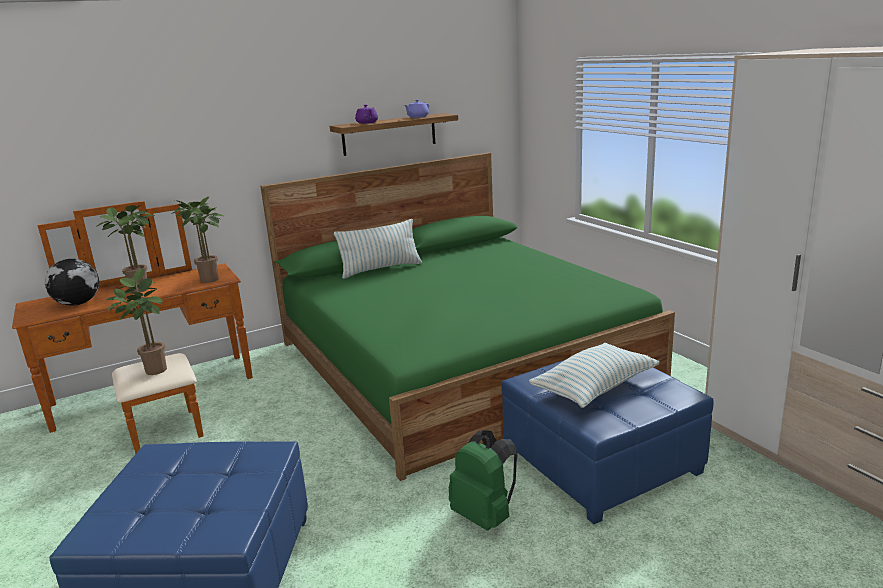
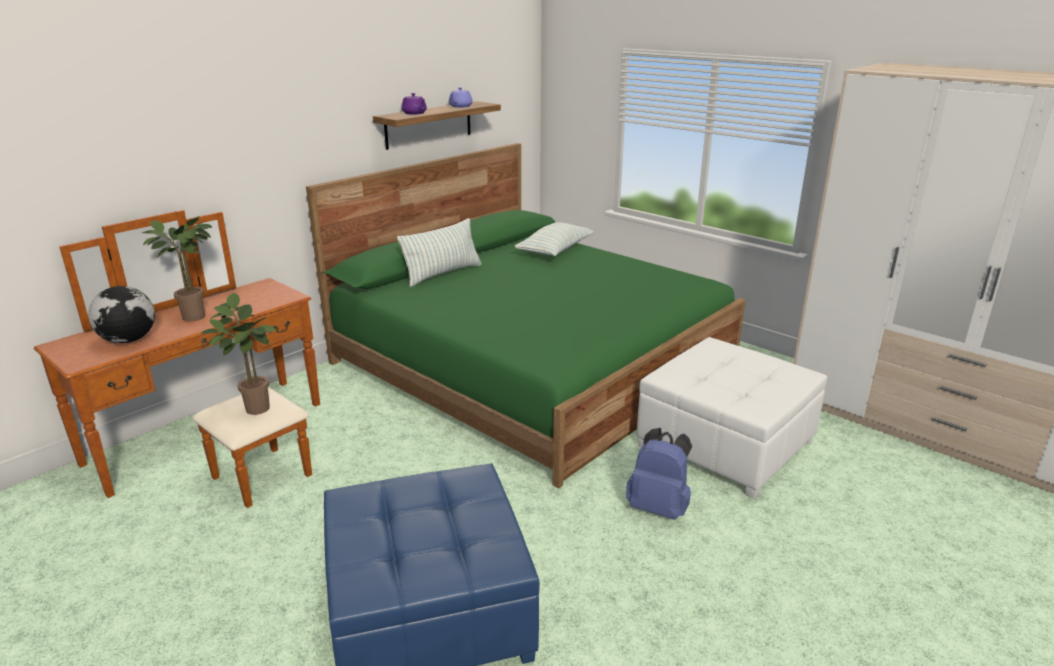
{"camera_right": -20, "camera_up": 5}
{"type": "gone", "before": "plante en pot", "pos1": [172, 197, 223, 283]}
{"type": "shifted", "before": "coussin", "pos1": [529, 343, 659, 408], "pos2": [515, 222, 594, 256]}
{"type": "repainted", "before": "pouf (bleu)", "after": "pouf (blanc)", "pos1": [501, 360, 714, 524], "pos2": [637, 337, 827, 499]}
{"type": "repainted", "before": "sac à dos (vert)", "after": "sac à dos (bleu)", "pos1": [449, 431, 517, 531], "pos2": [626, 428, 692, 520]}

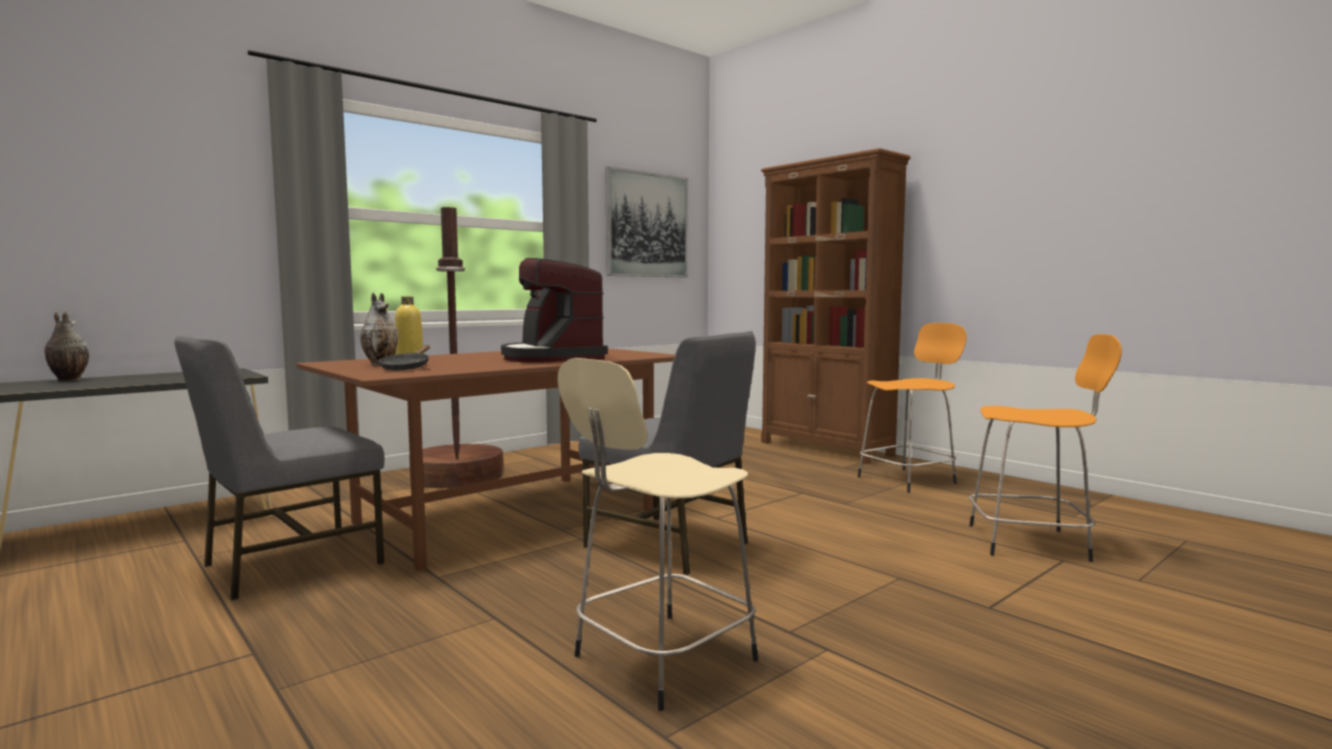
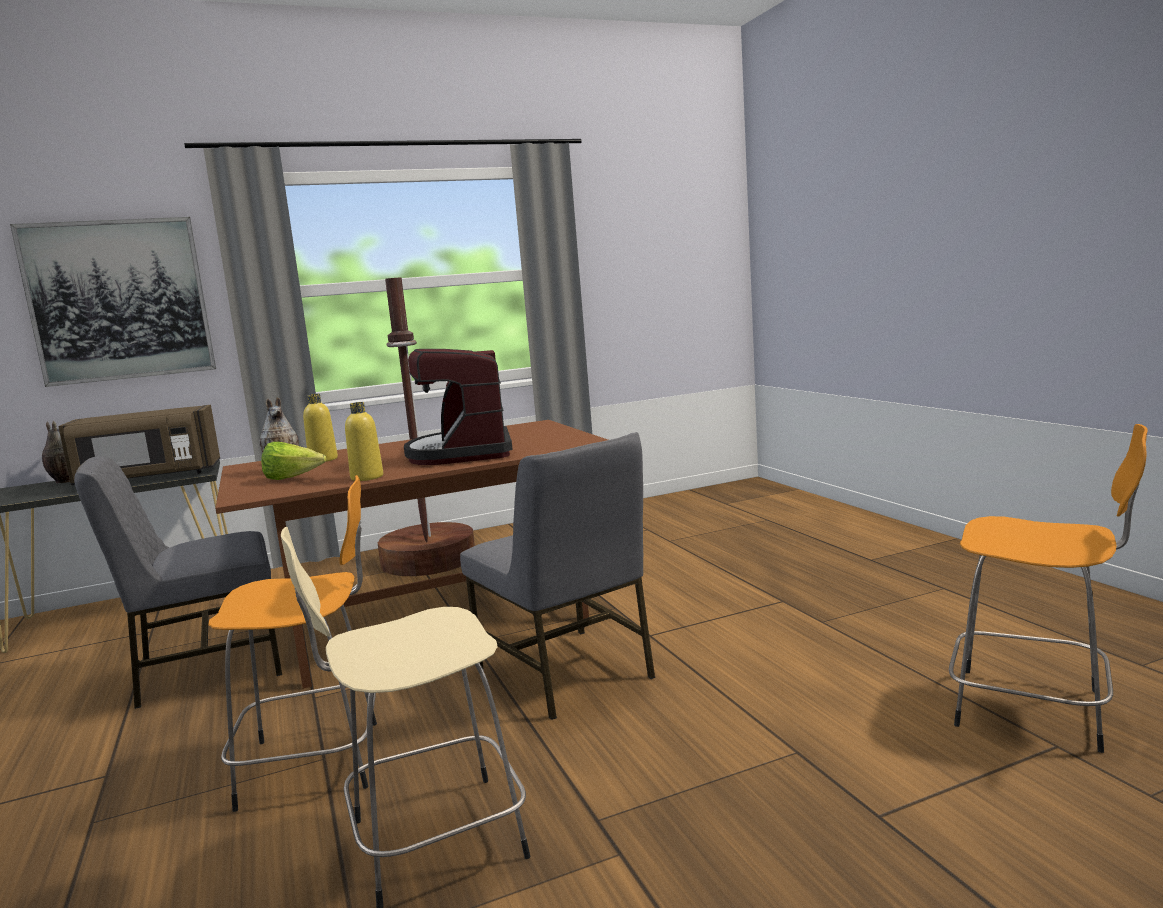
{"camera_right": 20, "camera_up": 5}
{"type": "gone", "before": "bibliothèque (marron)", "pos1": [761, 148, 911, 464]}
{"type": "shifted", "before": "tableau", "pos1": [605, 167, 688, 278], "pos2": [10, 217, 216, 387]}
{"type": "shifted", "before": "tabouret (orange)", "pos1": [858, 323, 967, 493], "pos2": [208, 475, 377, 812]}
{"type": "swapped", "before": "poêle (noir)", "after": "laitue", "pos1": [378, 345, 430, 371], "pos2": [261, 442, 326, 480]}
{"type": "new", "after": "bouteille (jaune)", "pos2": [345, 402, 383, 481]}
{"type": "new", "after": "micro-ondes (marron)", "pos2": [58, 405, 220, 485]}

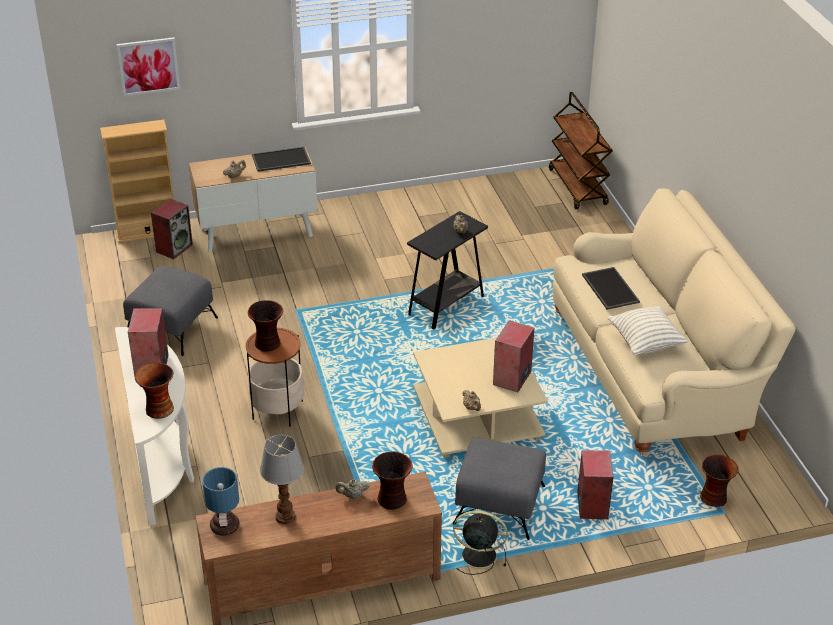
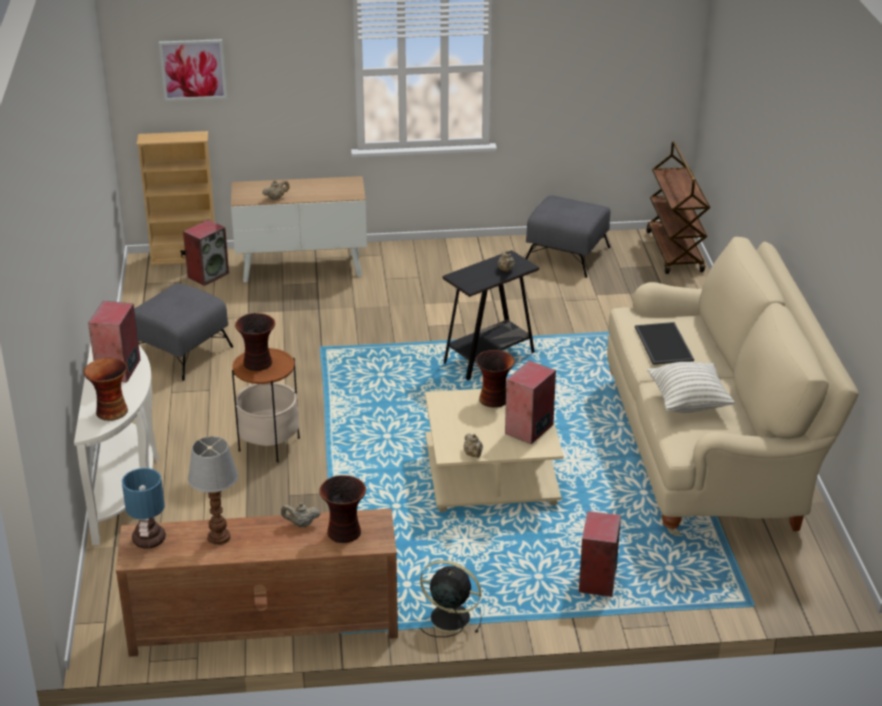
{"camera_right": 10, "camera_up": -5}
{"type": "gone", "before": "plateau", "pos1": [252, 147, 311, 172]}
{"type": "shifted", "before": "pouf (gris)", "pos1": [453, 437, 546, 540], "pos2": [525, 195, 610, 278]}
{"type": "shifted", "before": "vase", "pos1": [700, 454, 738, 507], "pos2": [476, 350, 515, 407]}

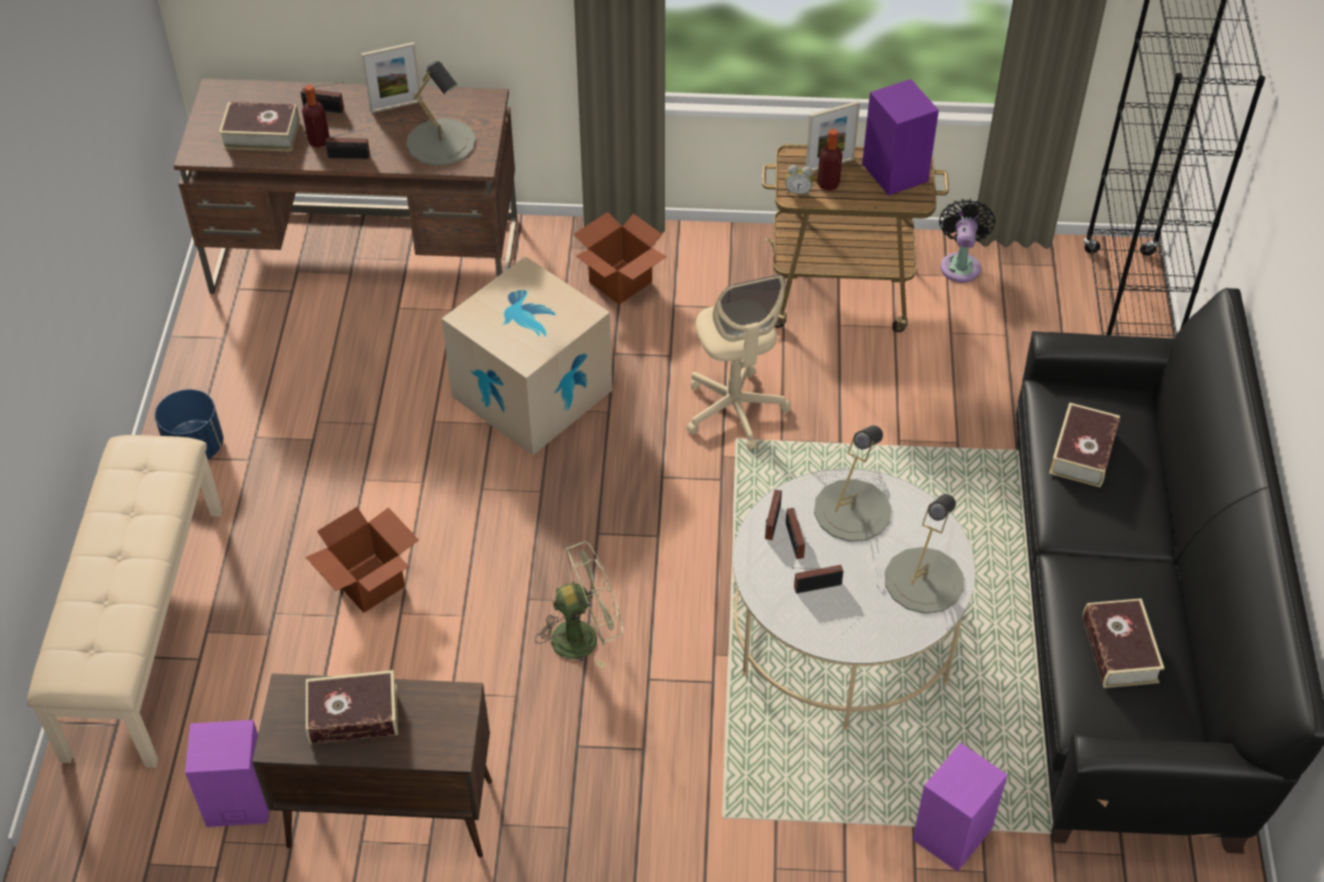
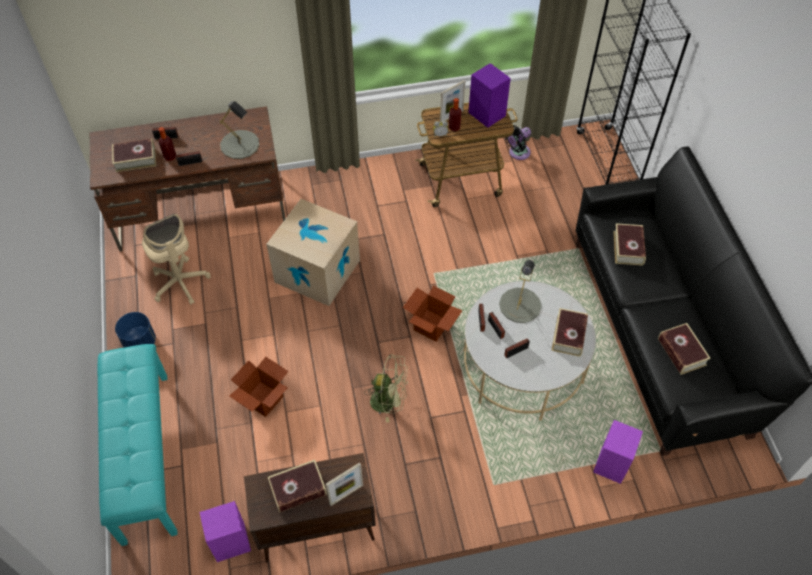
{"camera_right": -15, "camera_up": 5}
{"type": "shifted", "before": "cadre photo", "pos1": [361, 42, 421, 113], "pos2": [326, 462, 363, 506]}
{"type": "rotated", "before": "ventilateur (noir)", "pos1": [939, 199, 995, 283], "pos2": [505, 125, 531, 160], "turn": -120}
{"type": "shifted", "before": "carton", "pos1": [574, 212, 667, 305], "pos2": [403, 286, 463, 342]}
{"type": "shifted", "before": "chaise de bureau (beige)", "pos1": [687, 275, 791, 451], "pos2": [142, 214, 211, 305]}
{"type": "repainted", "before": "banc (beige)", "after": "banc (turquoise)", "pos1": [27, 435, 222, 768], "pos2": [97, 344, 178, 546]}
{"type": "swapped", "before": "lampe de table (gris)", "after": "livre", "pos1": [885, 494, 964, 614], "pos2": [551, 308, 588, 357]}
{"type": "rotated", "before": "ventilateur (vert)", "pos1": [535, 542, 623, 669], "pos2": [364, 354, 408, 423], "turn": 45}

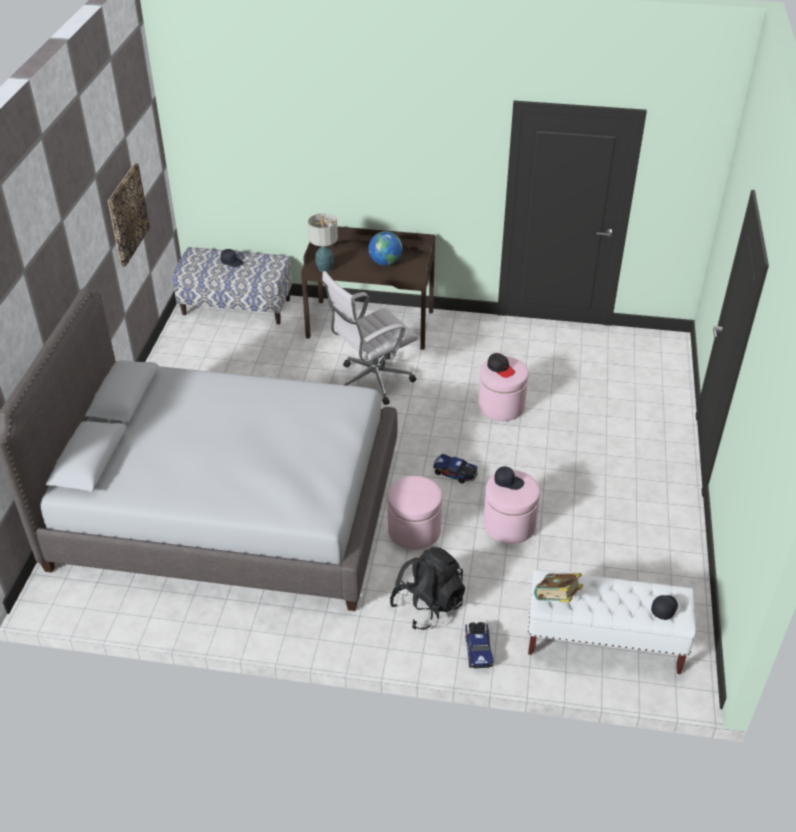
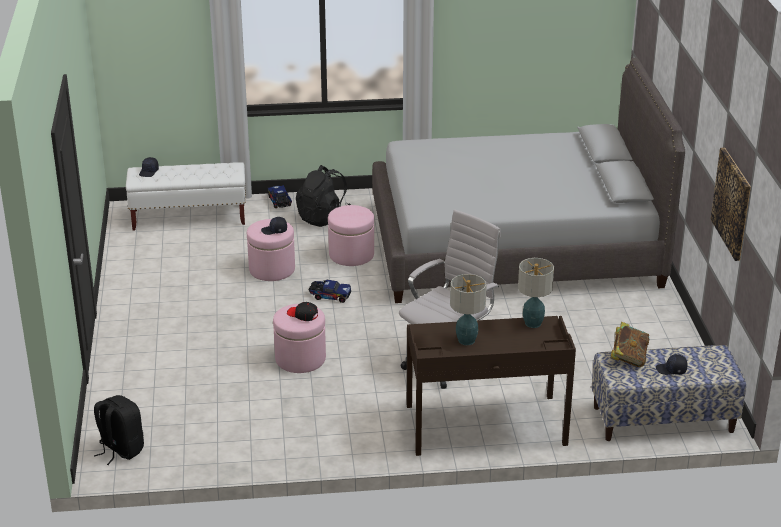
{"camera_right": 165, "camera_up": -10}
{"type": "swapped", "before": "globe", "after": "lampe de table", "pos1": [368, 231, 403, 266], "pos2": [450, 274, 487, 345]}
{"type": "shifted", "before": "livre", "pos1": [534, 573, 583, 603], "pos2": [610, 322, 649, 367]}
{"type": "new", "after": "sac à dos (noir)", "pos2": [94, 395, 144, 465]}

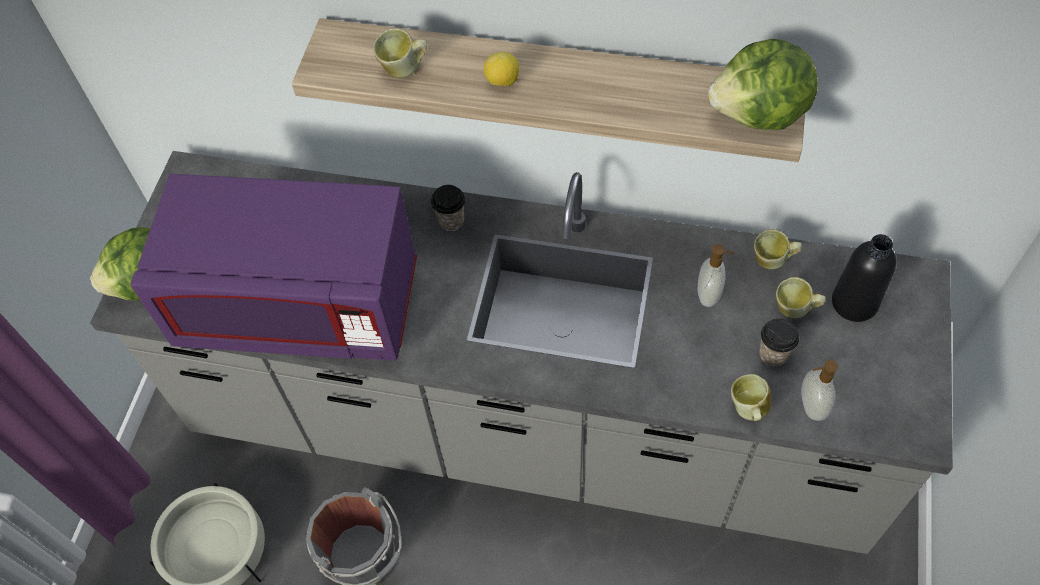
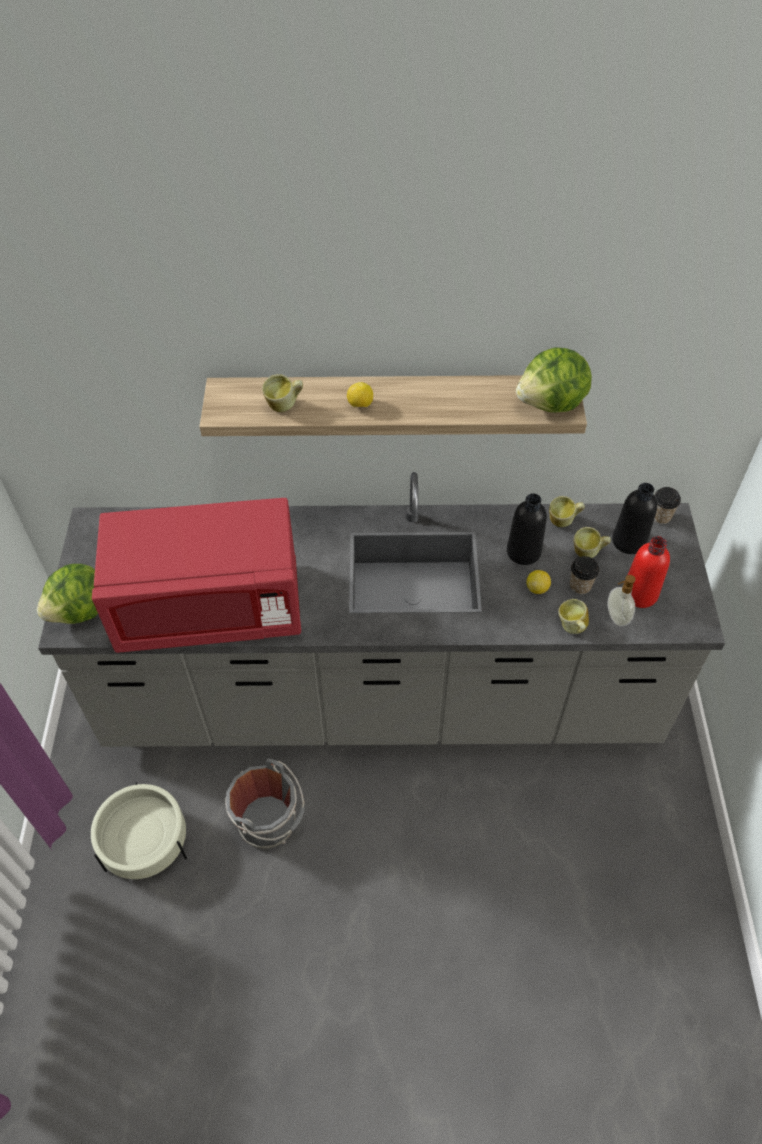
{"camera_right": -15, "camera_up": -5}
{"type": "repainted", "before": "micro-ondes (violet)", "after": "micro-ondes (rouge)", "pos1": [131, 174, 417, 361], "pos2": [92, 498, 301, 653]}
{"type": "shifted", "before": "tasse", "pos1": [431, 185, 465, 231], "pos2": [654, 487, 681, 525]}
{"type": "swapped", "before": "distributeur de savon", "after": "bouteille (noir)", "pos1": [698, 244, 735, 307], "pos2": [507, 493, 547, 565]}
{"type": "new", "after": "bouteille (rouge)", "pos2": [624, 536, 670, 608]}
{"type": "new", "after": "citron", "pos2": [527, 570, 551, 594]}

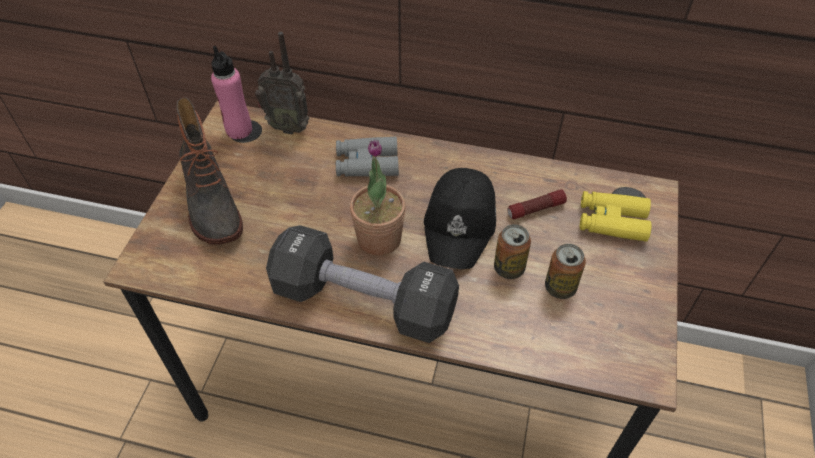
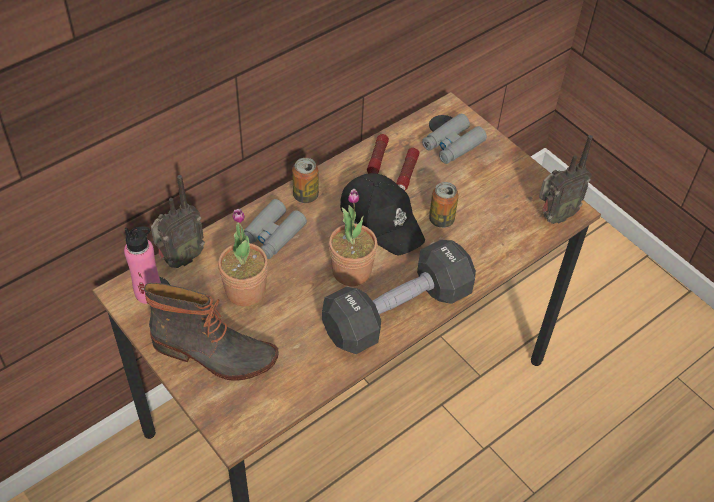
{"camera_right": -55, "camera_up": 0}
{"type": "repainted", "before": "jumelles (jaune)", "after": "jumelles (gris)", "pos1": [580, 191, 651, 242], "pos2": [422, 114, 487, 164]}
{"type": "shifted", "before": "boîte métallique", "pos1": [545, 244, 586, 299], "pos2": [292, 158, 319, 203]}
{"type": "new", "after": "lampe de poche", "pos2": [367, 134, 389, 174]}
{"type": "new", "after": "radio", "pos2": [539, 135, 593, 224]}
{"type": "new", "after": "plante en pot", "pos2": [218, 209, 268, 307]}

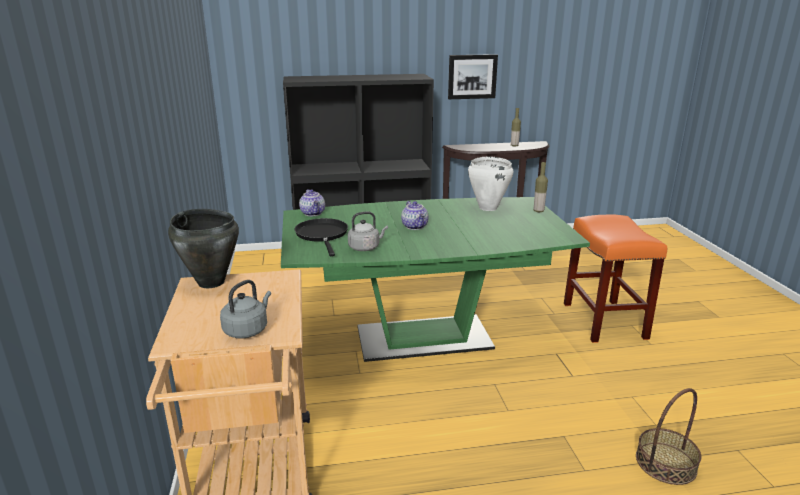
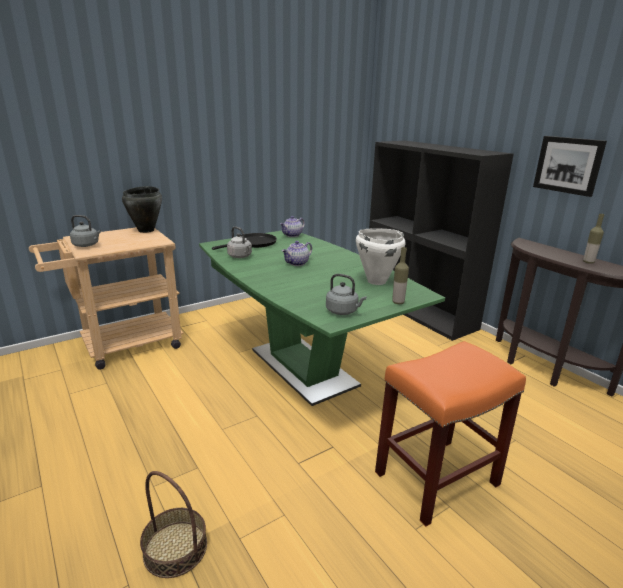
{"camera_right": 65, "camera_up": 0}
{"type": "new", "after": "bouilloire (gris)", "pos2": [326, 274, 367, 315]}

